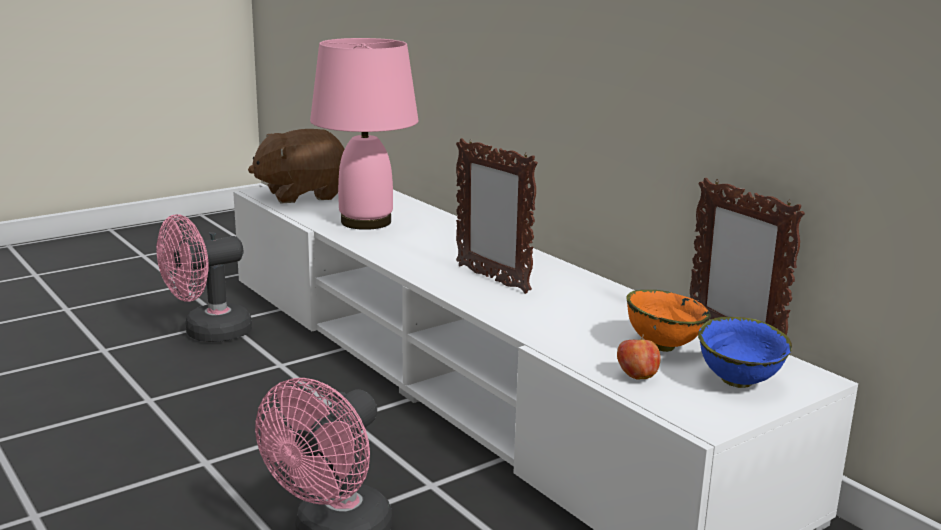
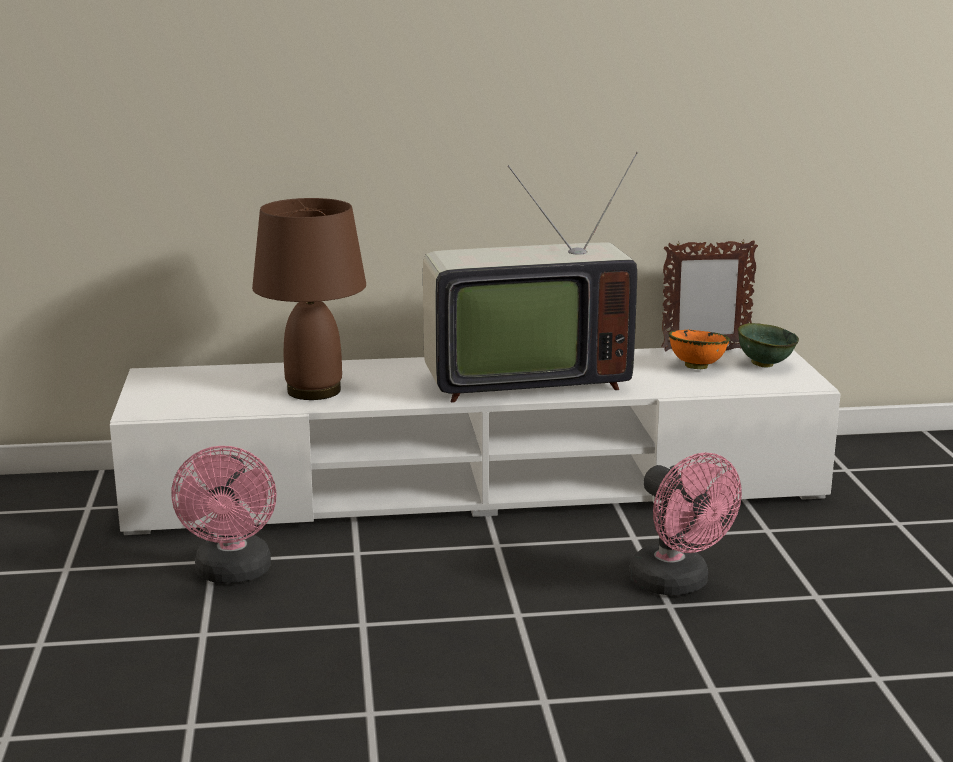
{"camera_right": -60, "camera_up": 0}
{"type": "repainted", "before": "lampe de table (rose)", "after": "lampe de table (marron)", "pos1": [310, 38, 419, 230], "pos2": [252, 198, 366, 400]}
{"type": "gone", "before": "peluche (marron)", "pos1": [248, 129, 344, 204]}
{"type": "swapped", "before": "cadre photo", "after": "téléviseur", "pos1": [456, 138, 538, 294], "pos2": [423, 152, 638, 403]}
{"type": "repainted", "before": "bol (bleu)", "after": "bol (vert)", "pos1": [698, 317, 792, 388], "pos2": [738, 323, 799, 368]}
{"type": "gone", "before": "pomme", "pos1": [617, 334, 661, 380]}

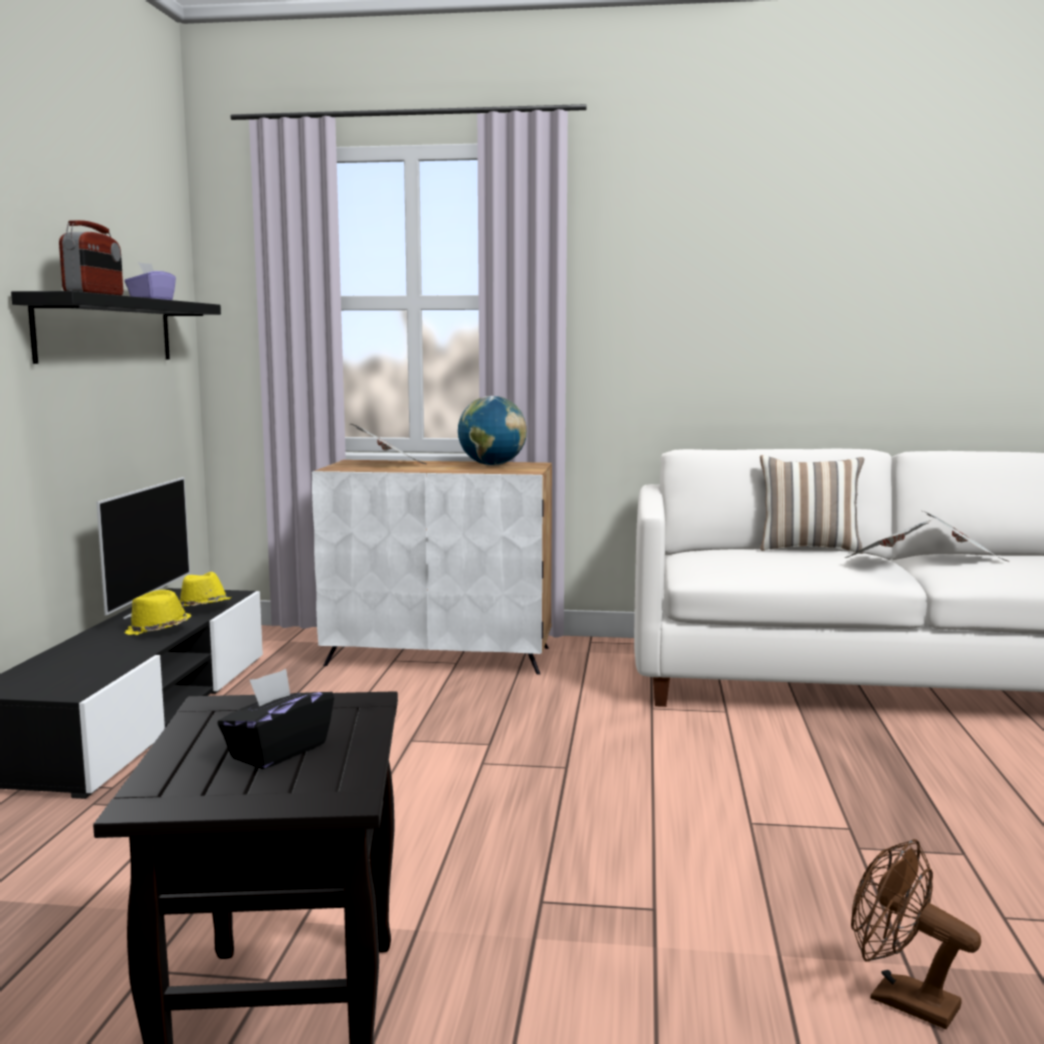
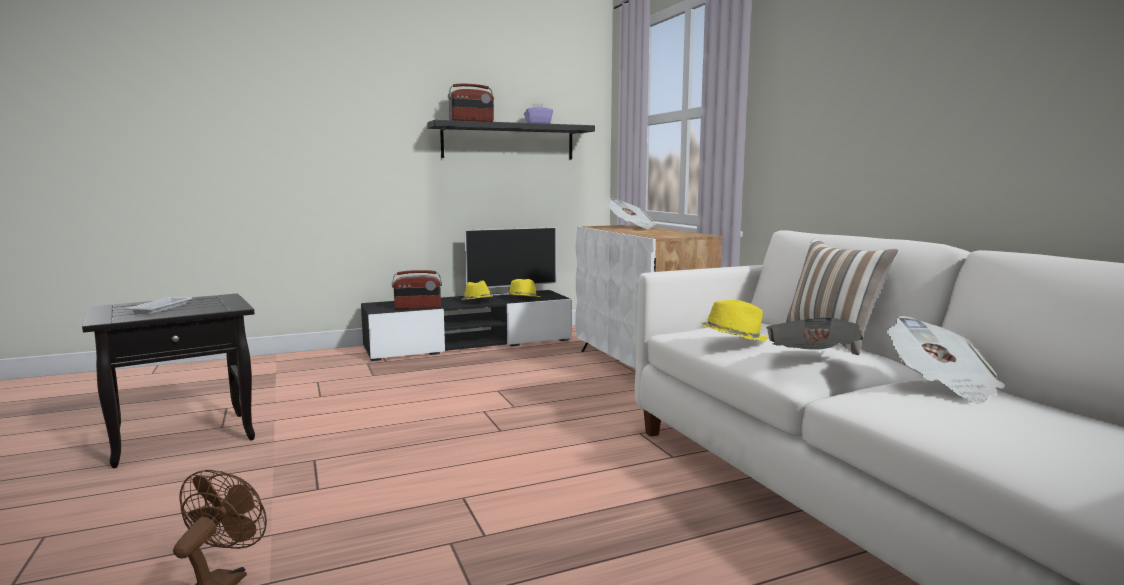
{"camera_right": 60, "camera_up": 0}
{"type": "gone", "before": "globe", "pos1": [458, 396, 527, 466]}
{"type": "swapped", "before": "boîte à mouchoirs (noir)", "after": "plateau (blanc)", "pos1": [217, 669, 334, 769], "pos2": [125, 297, 192, 314]}
{"type": "new", "after": "radio", "pos2": [392, 270, 442, 309]}
{"type": "new", "after": "chapeau (jaune)", "pos2": [701, 300, 768, 341]}

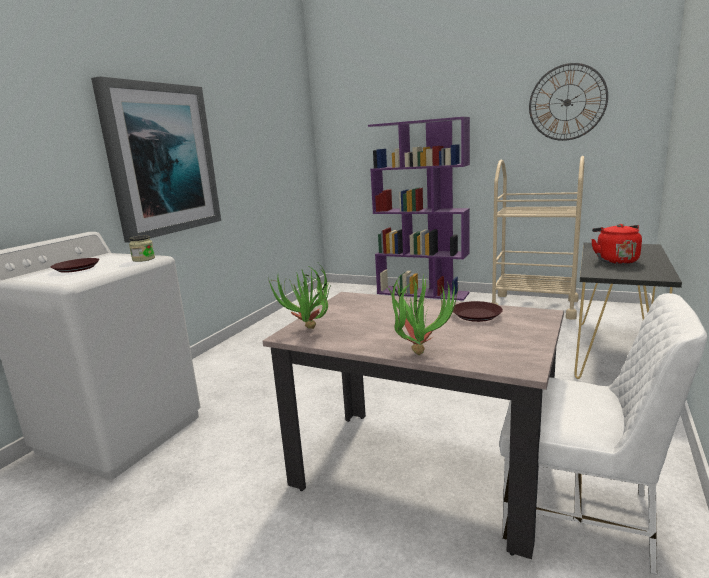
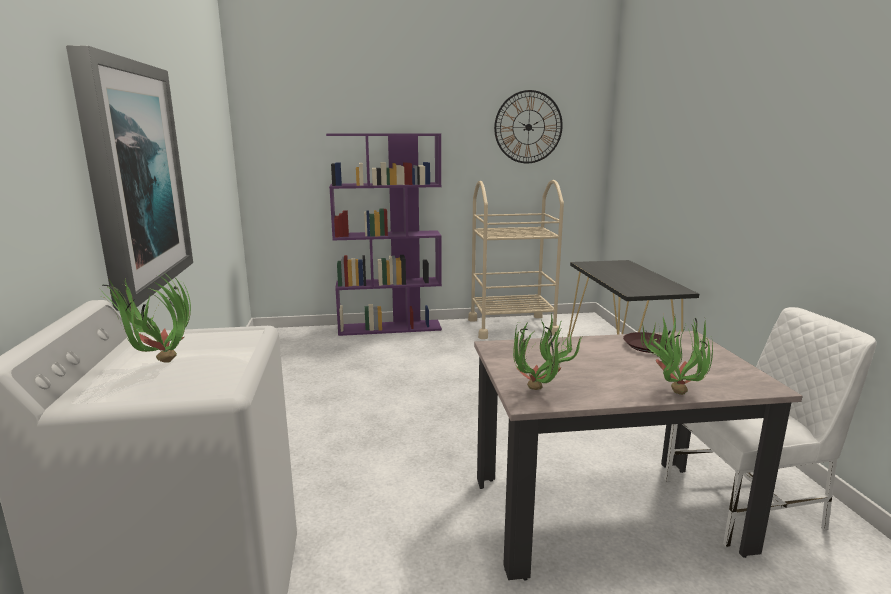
{"camera_right": -35, "camera_up": 0}
{"type": "gone", "before": "bouilloire (rouge)", "pos1": [591, 224, 642, 264]}
{"type": "gone", "before": "bocal", "pos1": [129, 235, 155, 262]}
{"type": "swapped", "before": "assiette (marron)", "after": "plante en pot", "pos1": [51, 258, 99, 273], "pos2": [100, 271, 191, 363]}

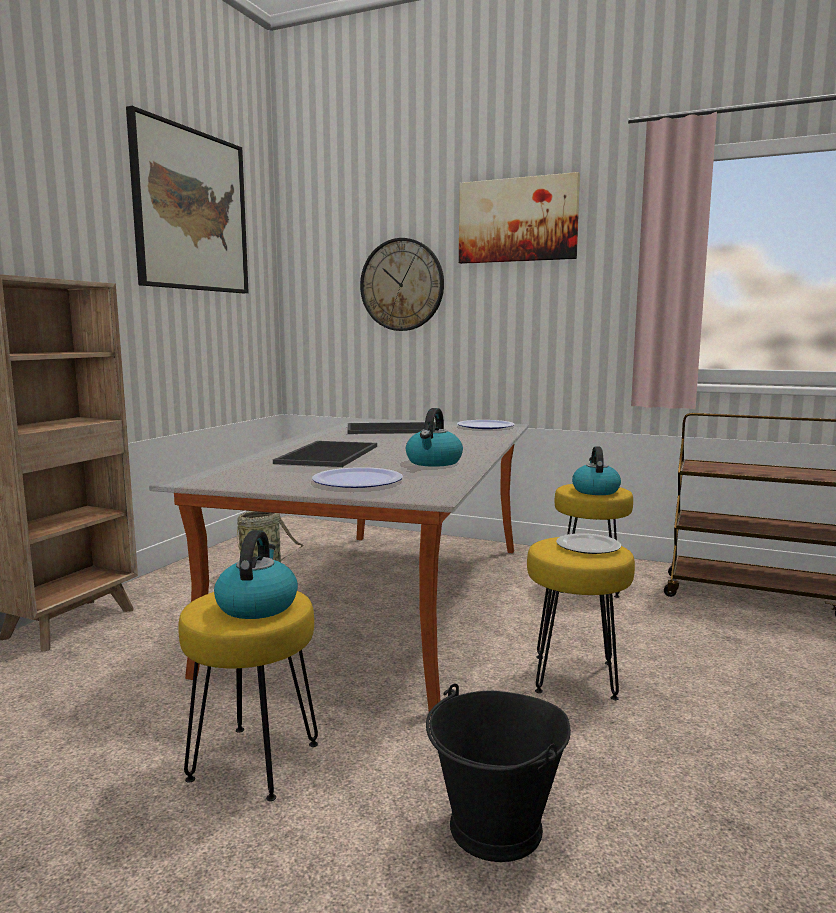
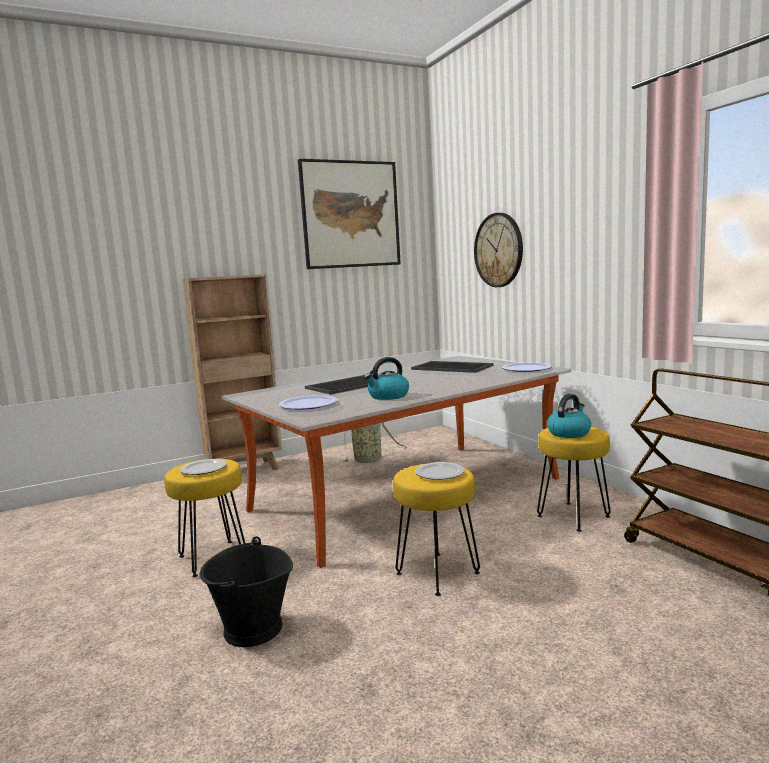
{"camera_right": 40, "camera_up": 0}
{"type": "gone", "before": "tableau", "pos1": [459, 172, 580, 264]}
{"type": "swapped", "before": "bouilloire", "after": "assiette", "pos1": [214, 530, 298, 619], "pos2": [180, 459, 227, 475]}

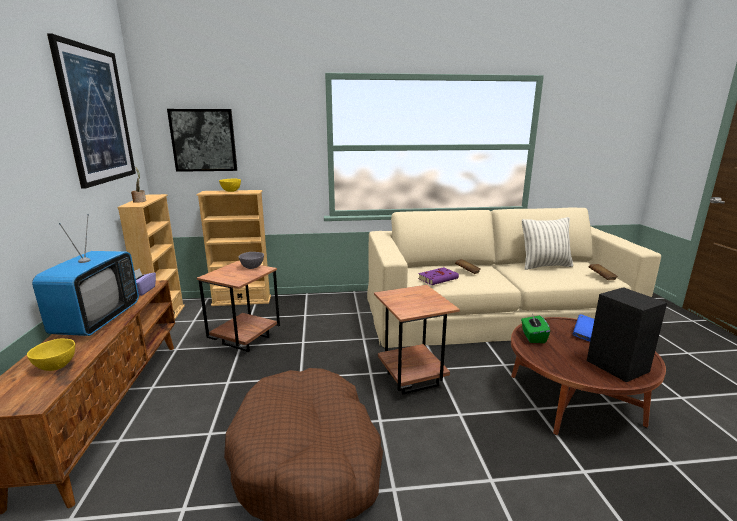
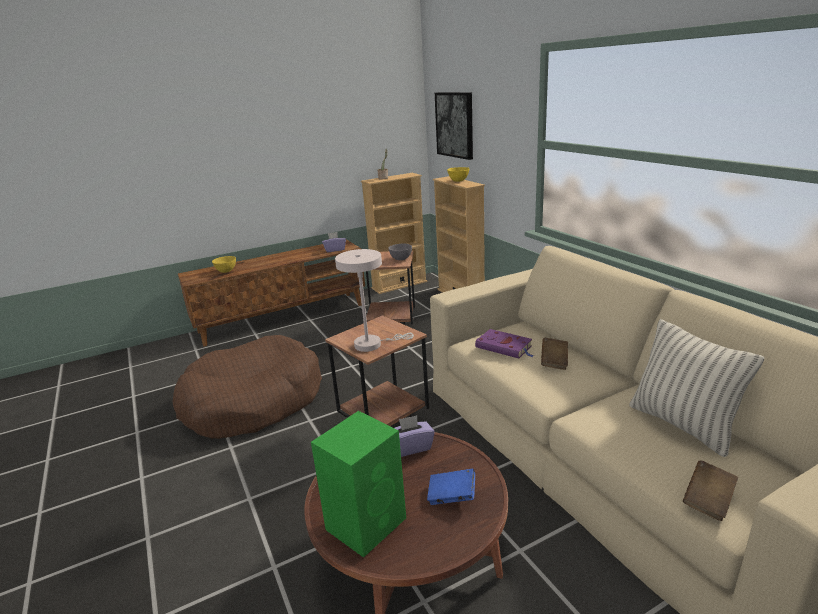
{"camera_right": 70, "camera_up": 5}
{"type": "gone", "before": "tableau", "pos1": [47, 33, 136, 189]}
{"type": "gone", "before": "téléviseur", "pos1": [32, 214, 139, 336]}
{"type": "repainted", "before": "enceinte (noir)", "after": "enceinte (vert)", "pos1": [587, 287, 667, 382], "pos2": [311, 411, 406, 558]}
{"type": "repainted", "before": "boîte à mouchoirs (vert)", "after": "boîte à mouchoirs (violet)", "pos1": [521, 314, 550, 343], "pos2": [395, 415, 435, 457]}
{"type": "new", "after": "lampe de table (blanc)", "pos2": [335, 249, 414, 352]}

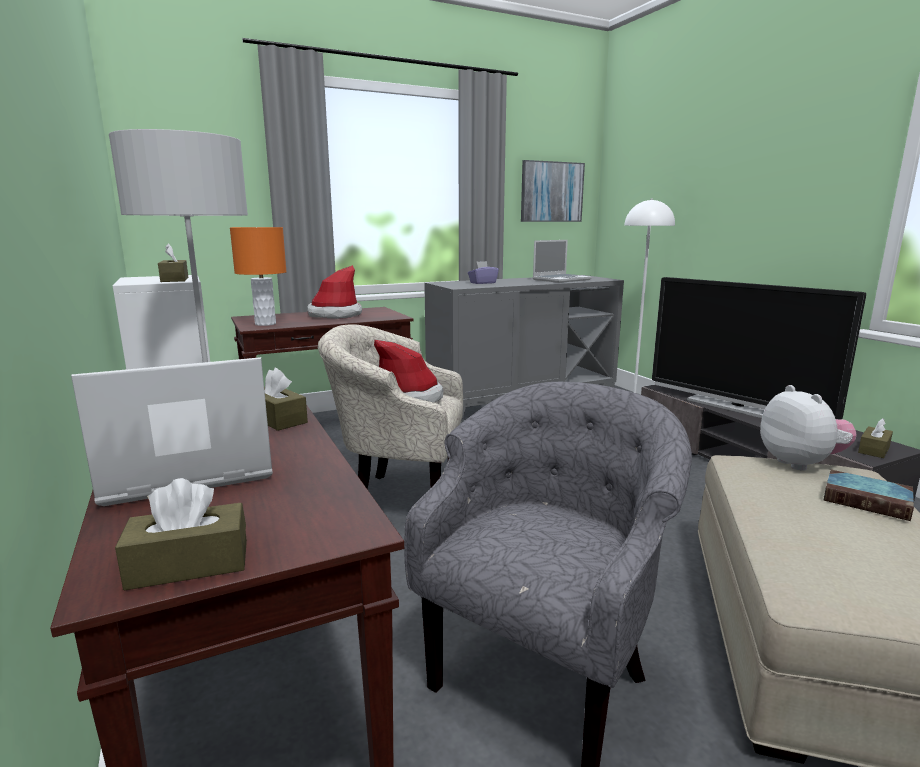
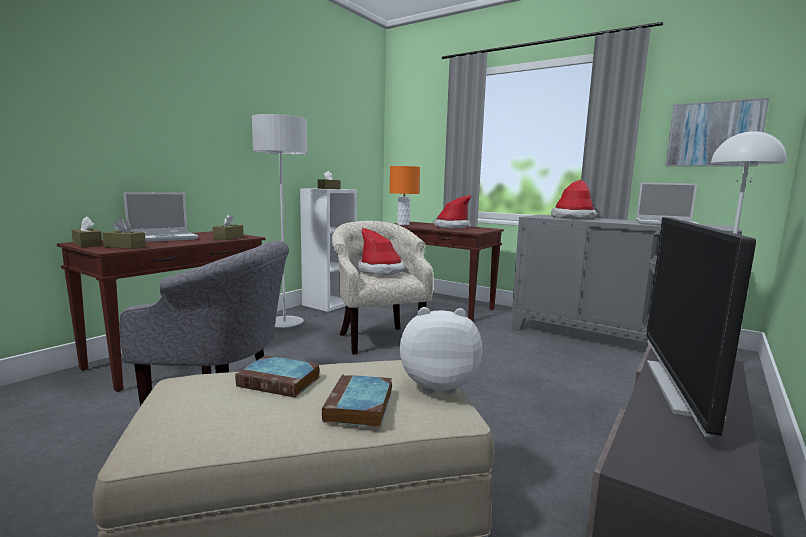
{"camera_right": 60, "camera_up": -5}
{"type": "swapped", "before": "boîte à mouchoirs (violet)", "after": "chapeau", "pos1": [468, 261, 499, 284], "pos2": [551, 180, 598, 219]}
{"type": "rotated", "before": "ordinateur portable", "pos1": [71, 357, 273, 506], "pos2": [123, 192, 198, 242], "turn": 105}
{"type": "rotated", "before": "peluche", "pos1": [760, 385, 857, 471], "pos2": [400, 307, 482, 394], "turn": -135}
{"type": "shifted", "before": "boîte à mouchoirs (marron)", "pos1": [858, 418, 893, 458], "pos2": [102, 218, 146, 249]}
{"type": "new", "after": "livre", "pos2": [235, 355, 320, 398]}

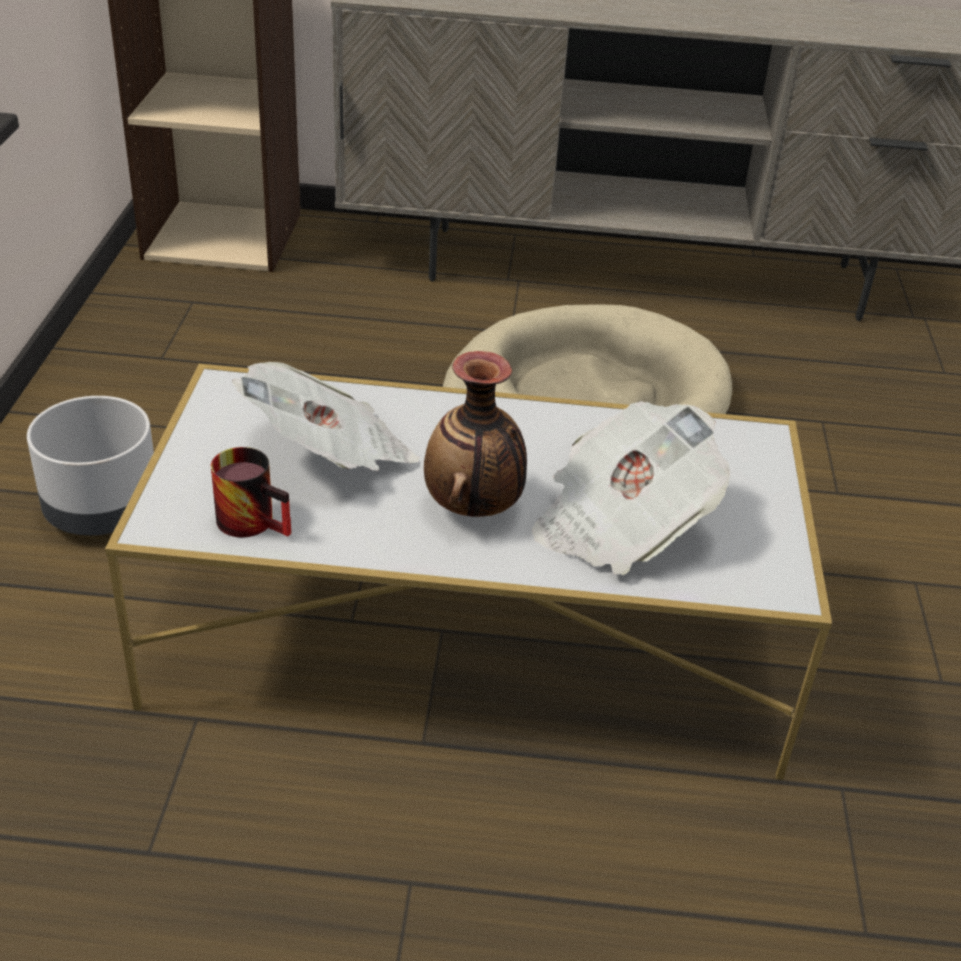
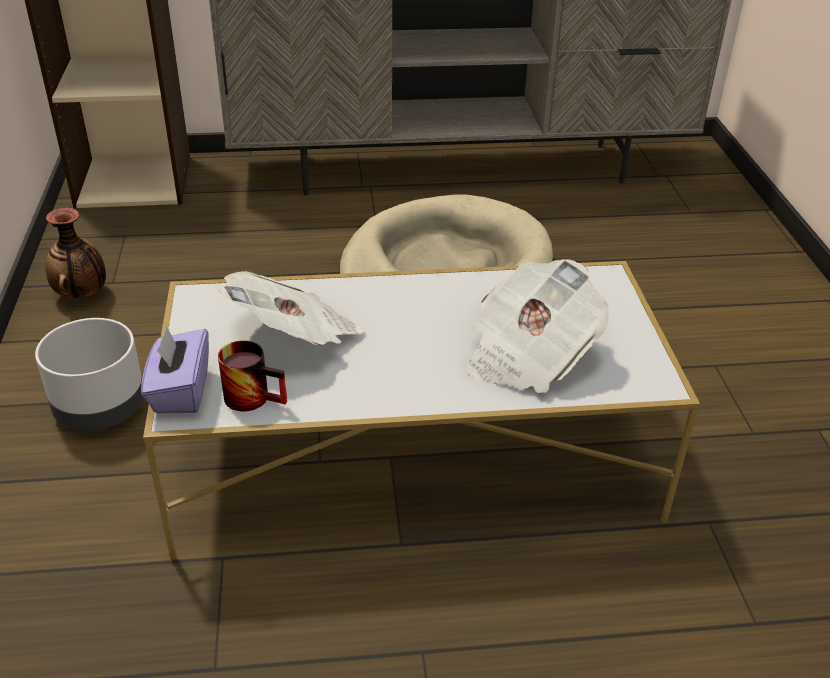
{"camera_right": -10, "camera_up": 0}
{"type": "shifted", "before": "vase", "pos1": [424, 351, 527, 517], "pos2": [46, 208, 106, 298]}
{"type": "new", "after": "boîte à mouchoirs (violet)", "pos2": [141, 326, 209, 413]}

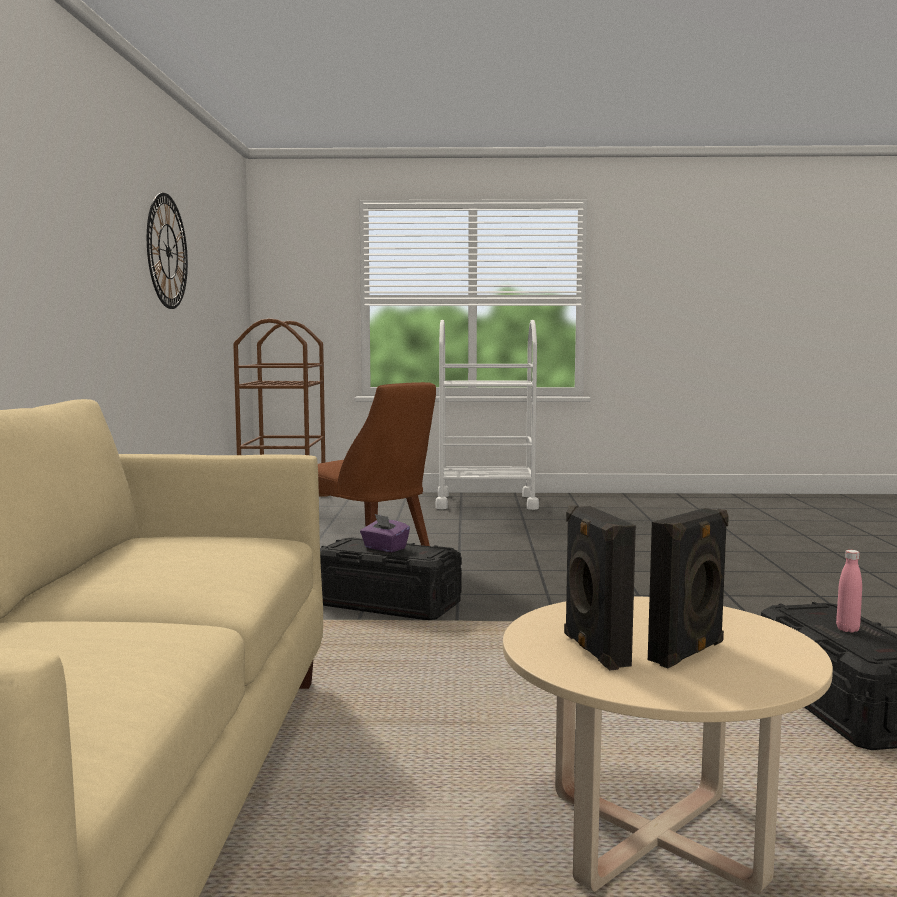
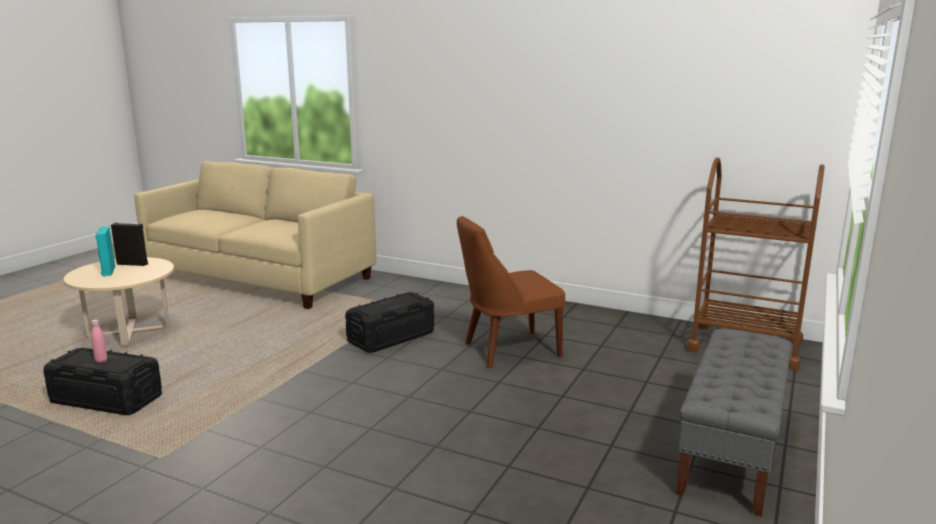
{"camera_right": 115, "camera_up": 10}
{"type": "gone", "before": "horloge murale", "pos1": [147, 193, 188, 309]}
{"type": "swapped", "before": "chariot (blanc)", "after": "banc (gris)", "pos1": [435, 320, 539, 510], "pos2": [676, 329, 792, 517]}
{"type": "repainted", "before": "enceinte (noir)", "after": "enceinte (turquoise)", "pos1": [648, 508, 729, 668], "pos2": [95, 227, 115, 277]}
{"type": "gone", "before": "boîte à mouchoirs (violet)", "pos1": [360, 514, 410, 552]}

